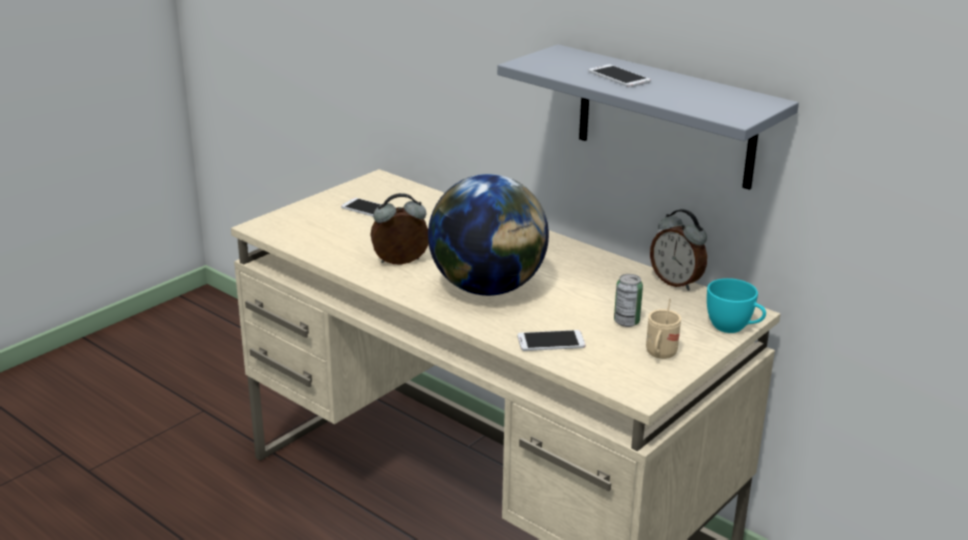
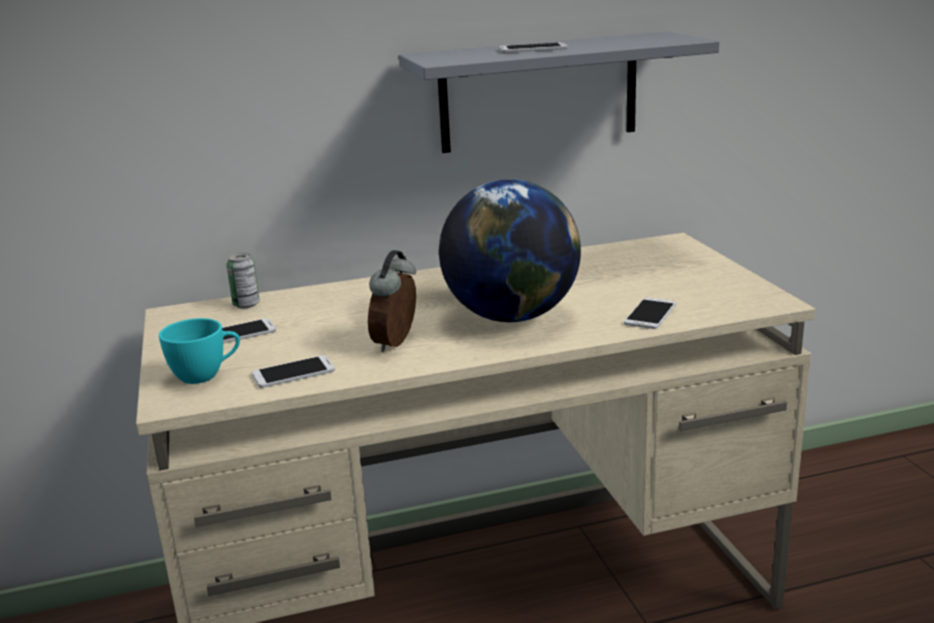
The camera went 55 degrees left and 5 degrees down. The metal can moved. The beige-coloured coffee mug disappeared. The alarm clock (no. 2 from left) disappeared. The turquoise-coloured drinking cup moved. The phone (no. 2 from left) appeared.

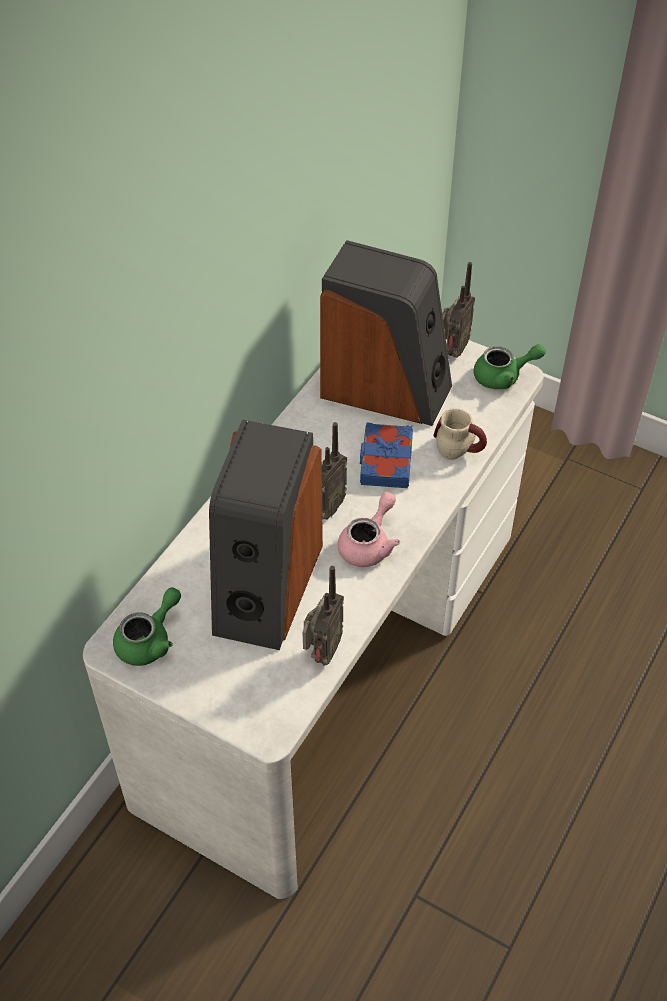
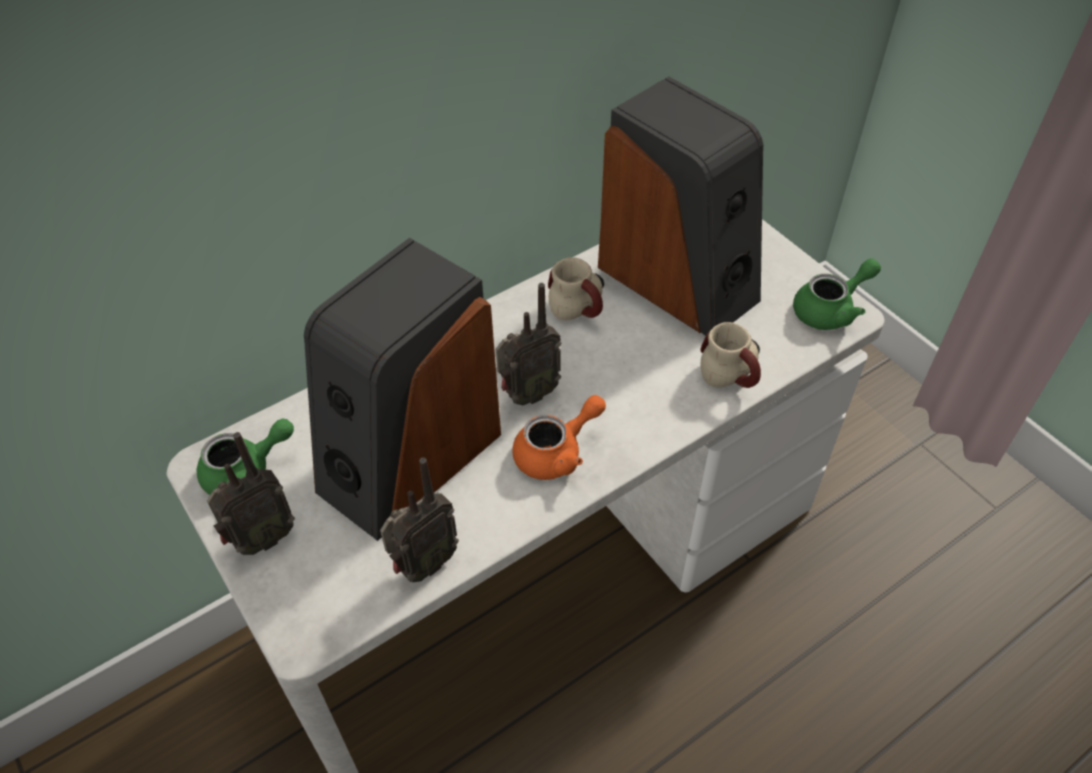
The camera went 25 degrees right and 0 degrees up. The pink tea pot became the orange tea pot. The bluish book disappeared. The radio (no. 3 from left in the first image) moved. The green tea pot (no. 2 from left) turned 45 degrees counterclockwise. The coffee mug (no. 1 from left) appeared.

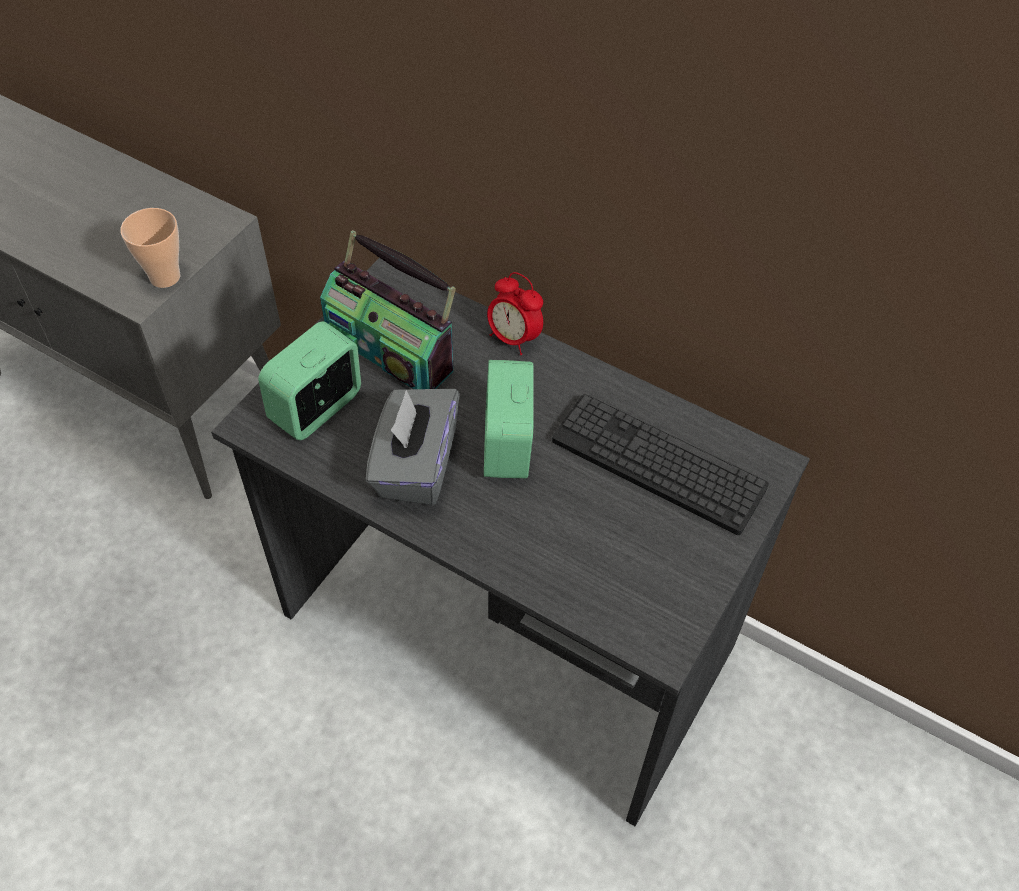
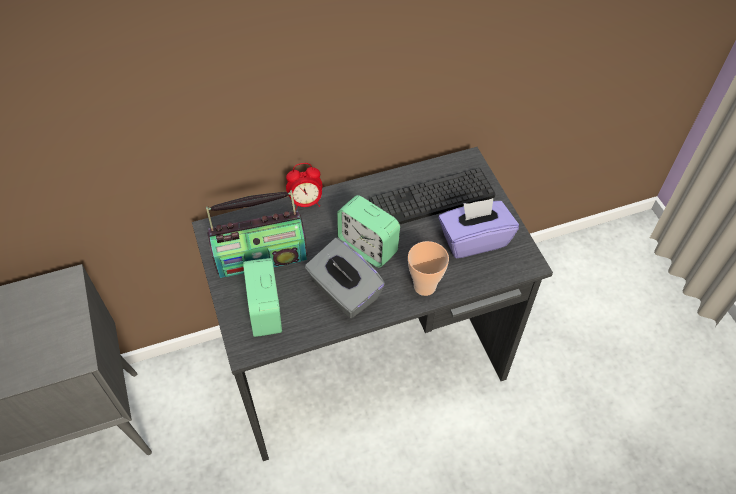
The camera went 50 degrees left and 0 degrees up. The drinking cup moved. The purple tissue holder appeared.

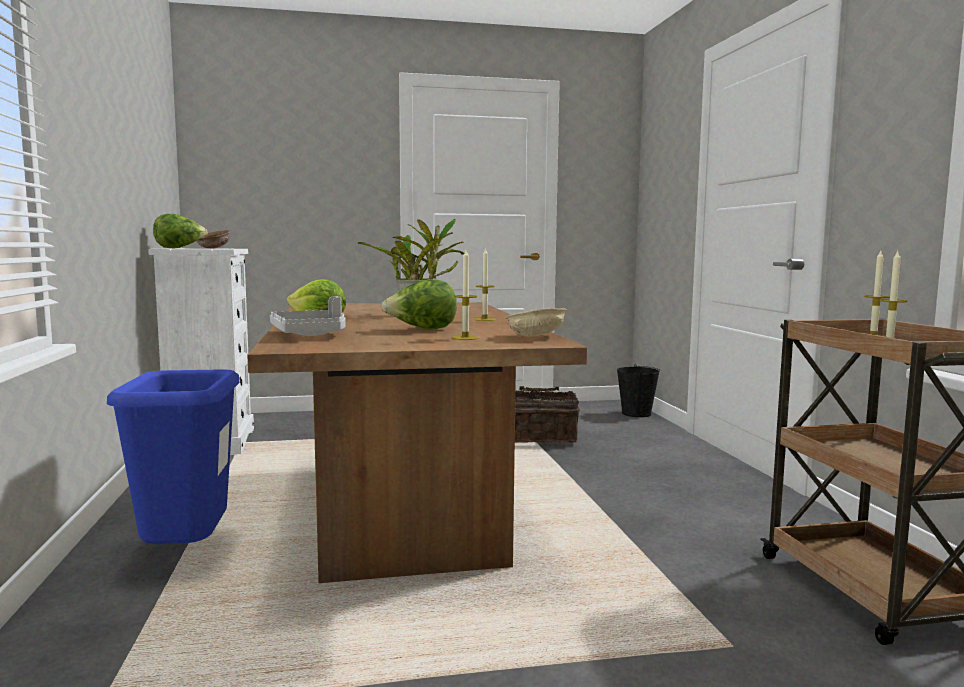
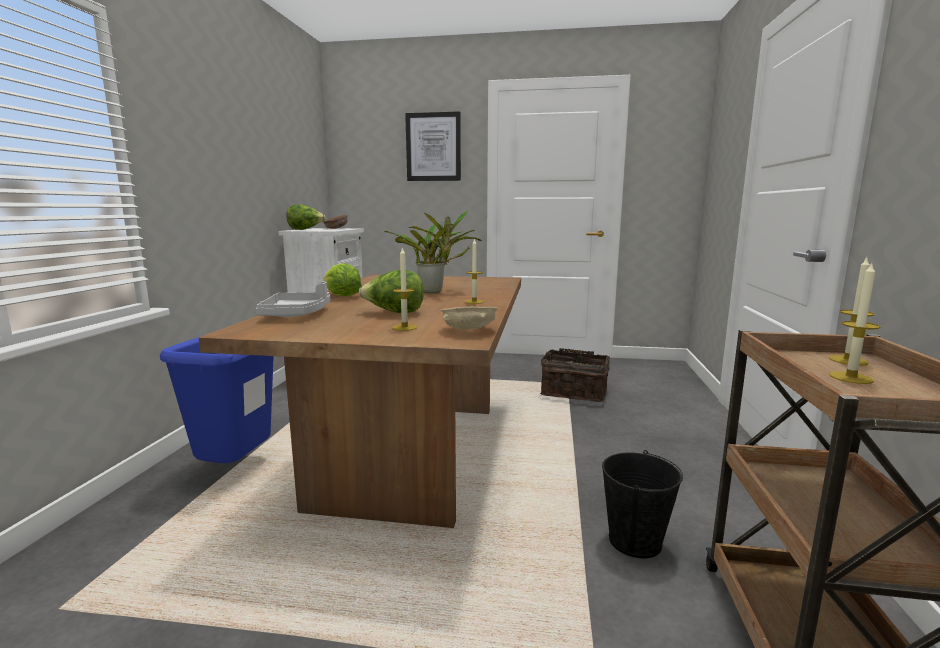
The camera went 20 degrees right and 5 degrees up. The black water bucket moved. The wall art appeared.

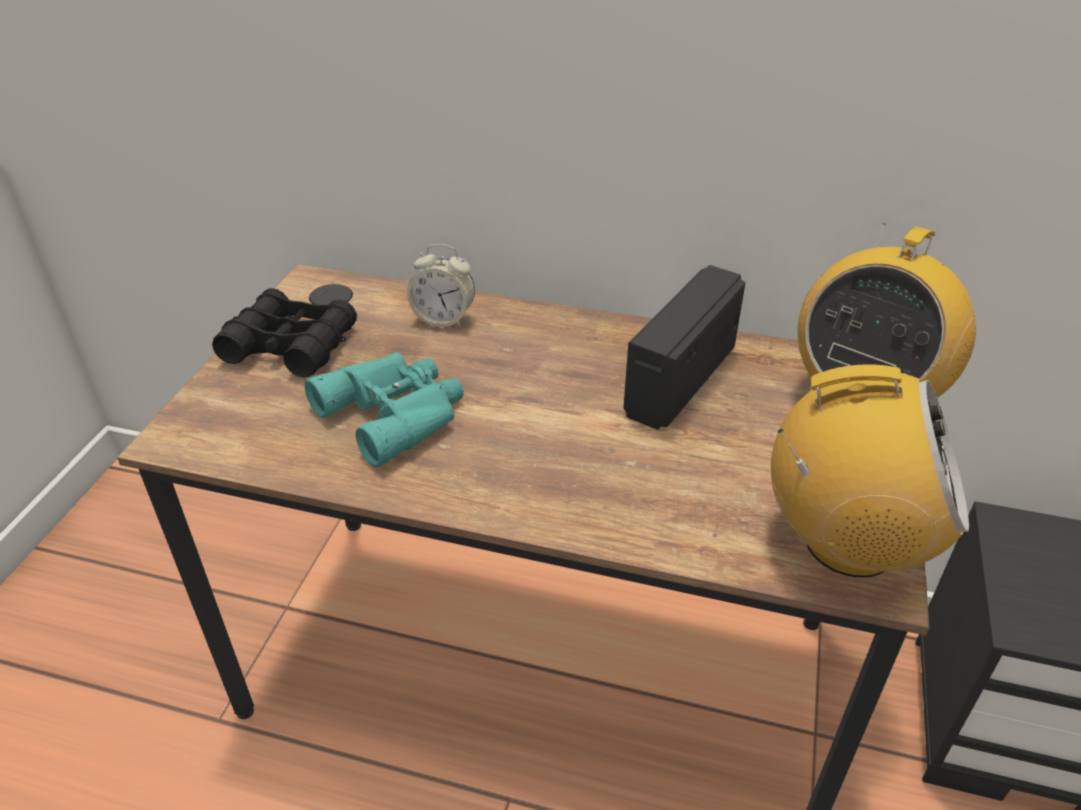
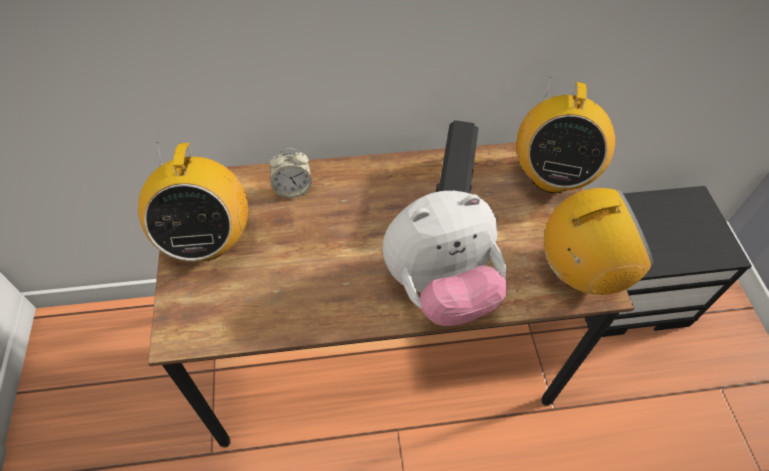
The camera went 25 degrees left and 15 degrees up. The black binoculars was replaced by the radio (no. 1 from left). The turquoise-coloured binoculars disappeared. The plush toy appeared.

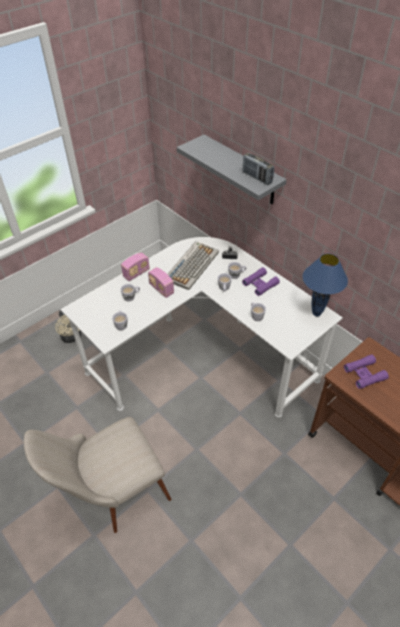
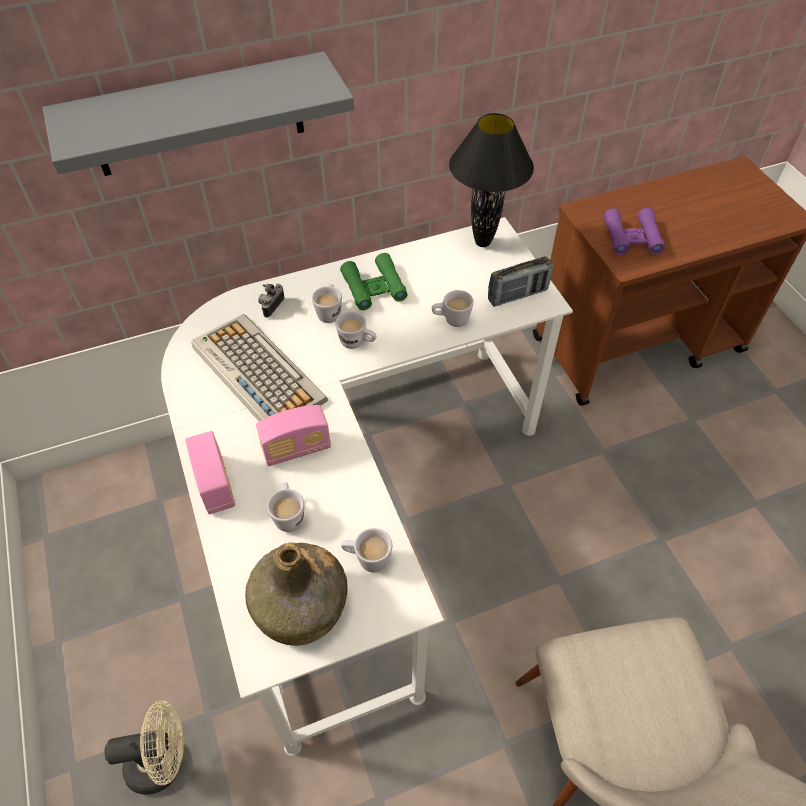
The camera went 70 degrees left and 5 degrees up. The purple binoculars (no. 1 from left) became the green binoculars. The radio (no. 3 from left) moved. The bluish lamp for a table became the black lamp for a table. The green beverage bottle appeared.

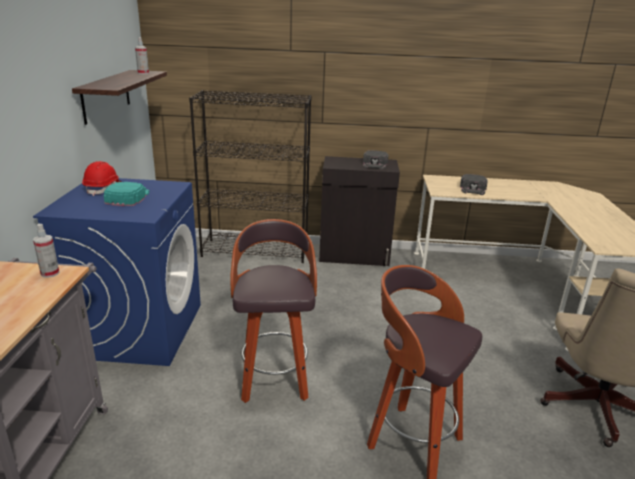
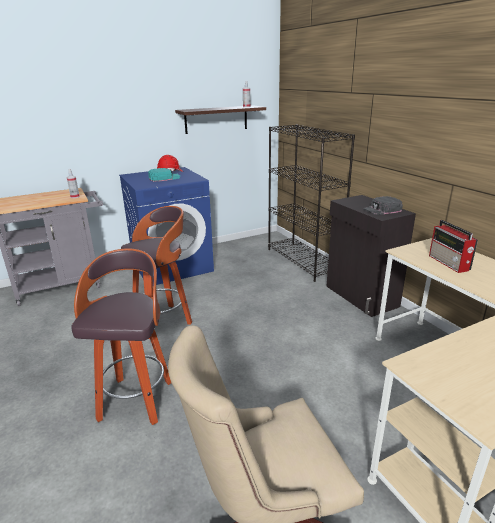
The camera went 60 degrees right and 0 degrees up. The black peaked cap (no. 2 from left) was replaced by the radio.

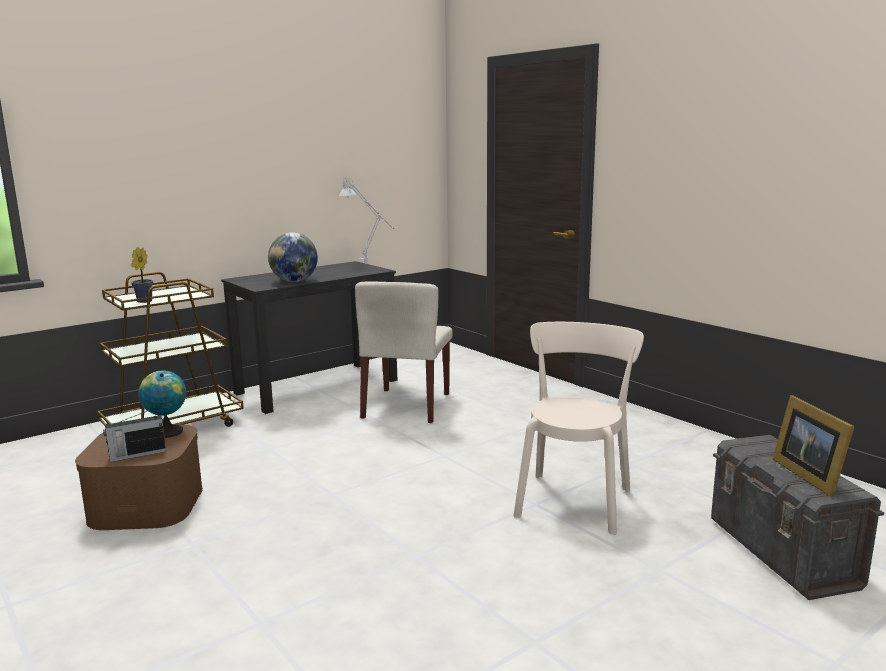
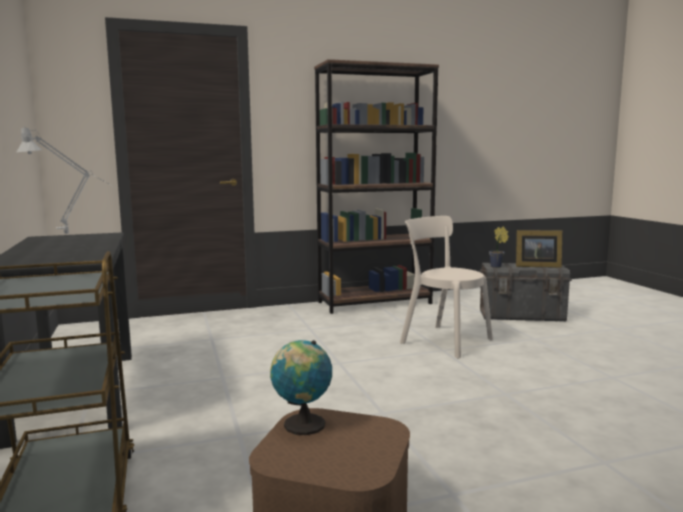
The camera went 70 degrees left and 5 degrees down. The radio disappeared. The houseplant moved. The world globe (no. 2 from left) disappeared. The beige-coloured chair (no. 1 from left) disappeared. The brownish shelving unit appeared.

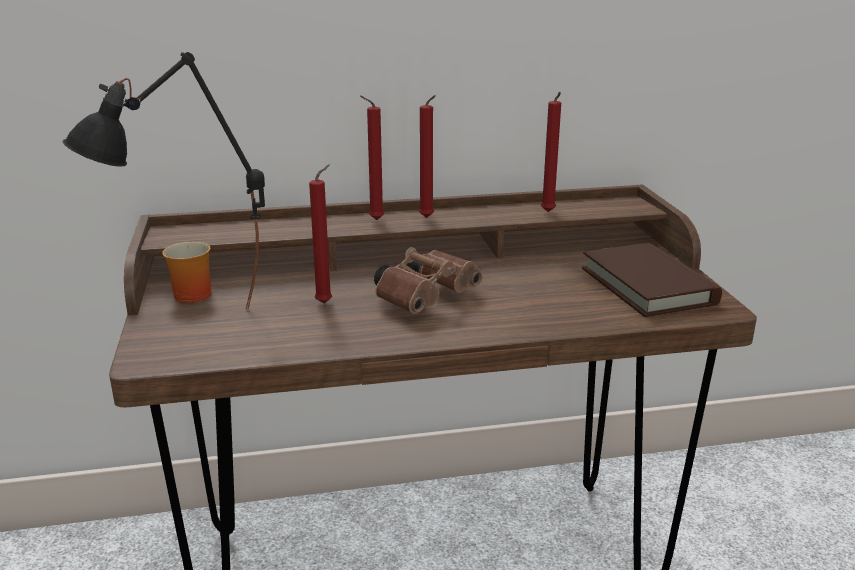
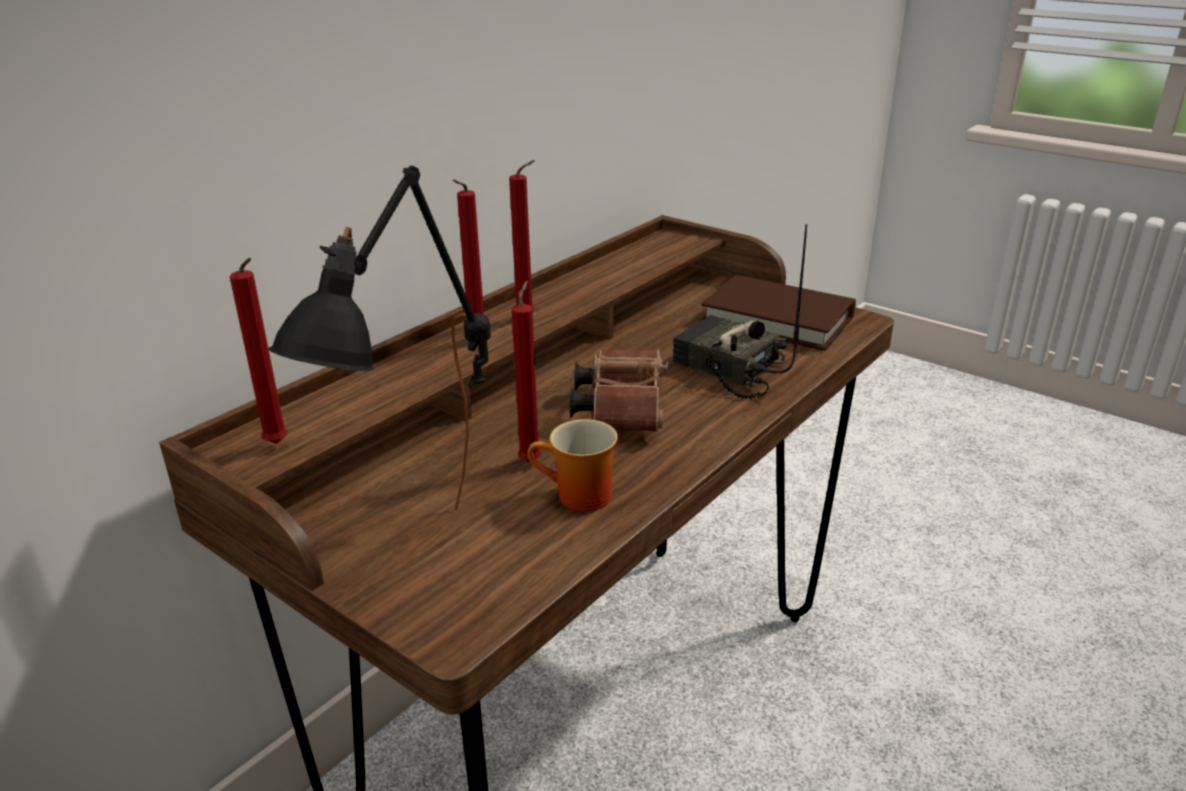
The camera went 40 degrees left and 5 degrees up. The coffee mug moved. The reddish candle (no. 4 from left in the first image) moved. The radio appeared.

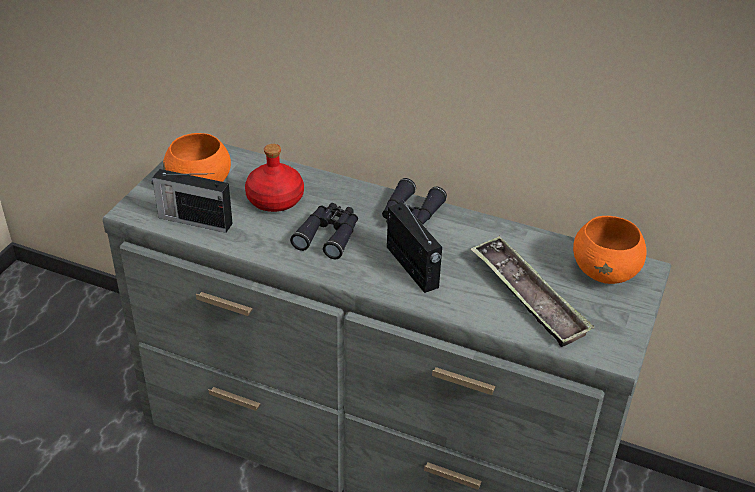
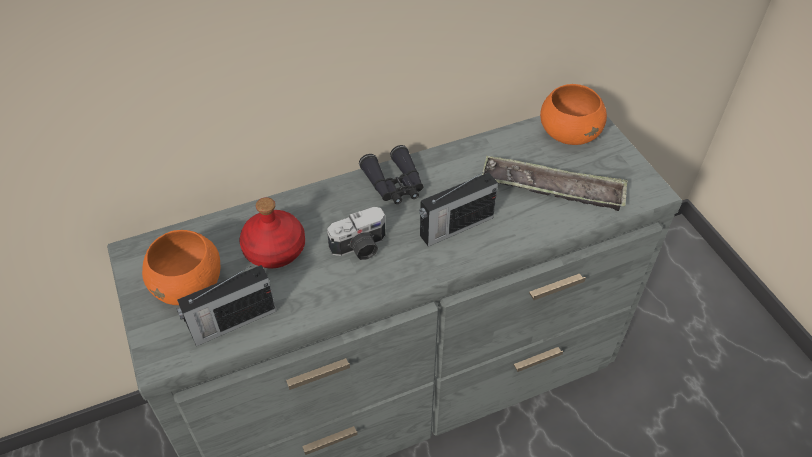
The camera went 45 degrees left and 10 degrees up. The black binoculars (no. 1 from left) was replaced by the photo camera. The radio (no. 2 from left) turned 135 degrees clockwise.

